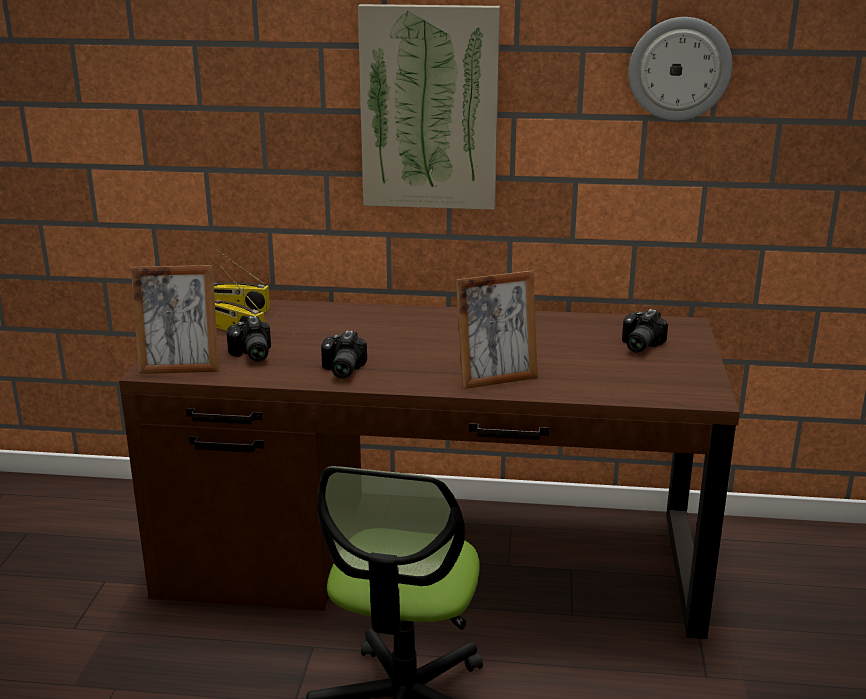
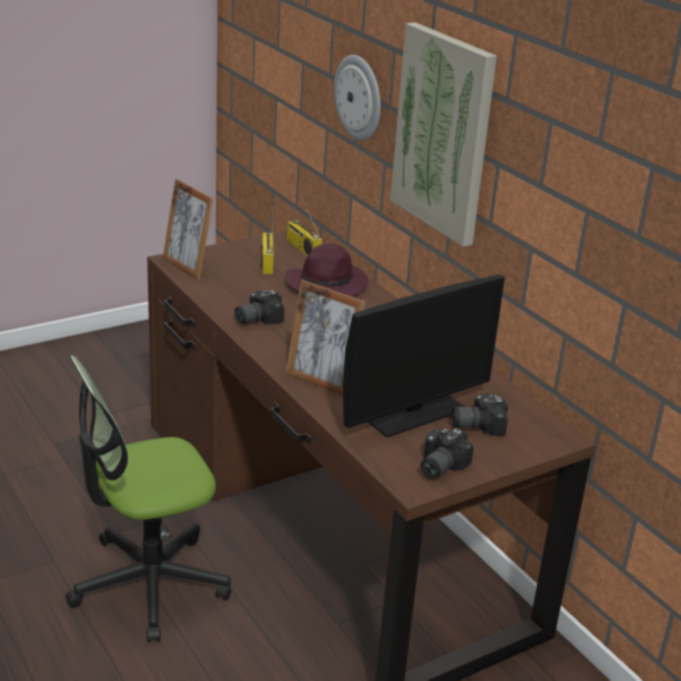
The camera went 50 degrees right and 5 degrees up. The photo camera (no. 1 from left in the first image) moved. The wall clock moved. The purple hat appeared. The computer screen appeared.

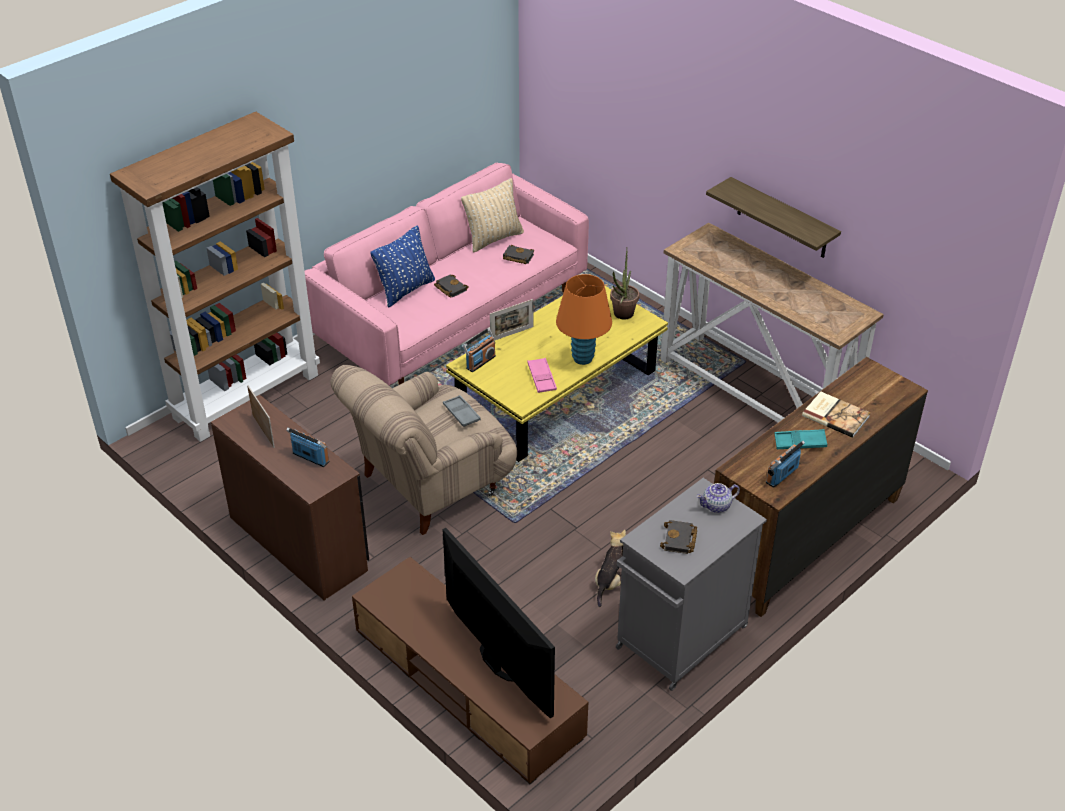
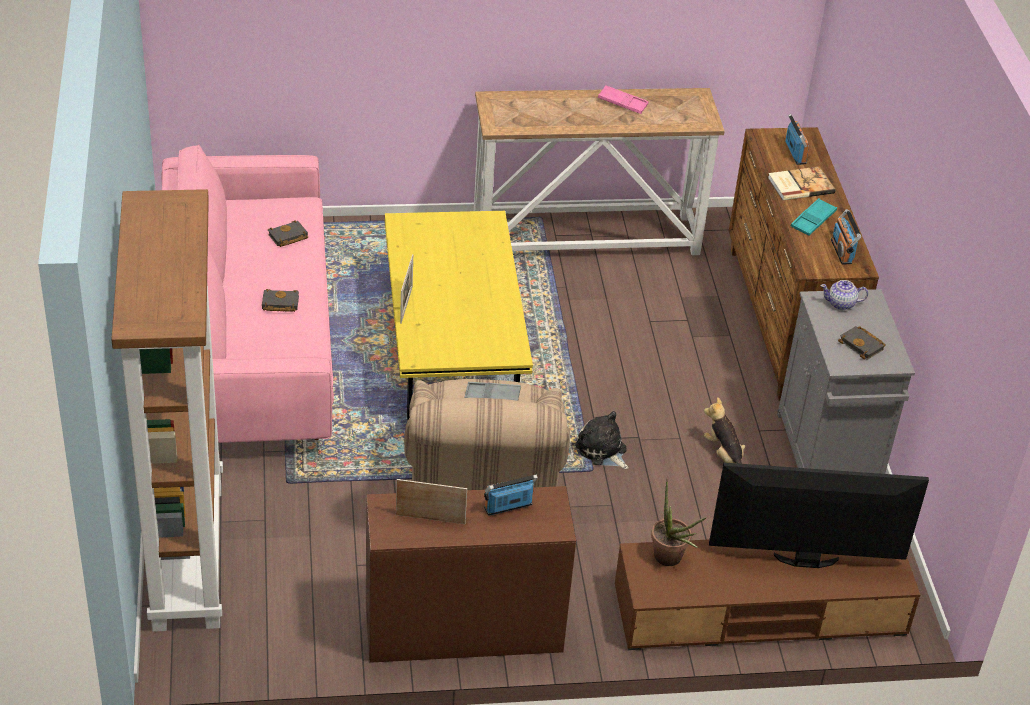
The camera went 55 degrees left and 0 degrees up. The bluish cushion disappeared. The beige-coloured cushion disappeared. The radio (no. 2 from left) moved. The pink tray moved. The orange lamp for a table disappeared. The houseplant moved. The tea pot turned 75 degrees clockwise. The bracket shelf disappeared. The plush toy (no. 1 from left) appeared.

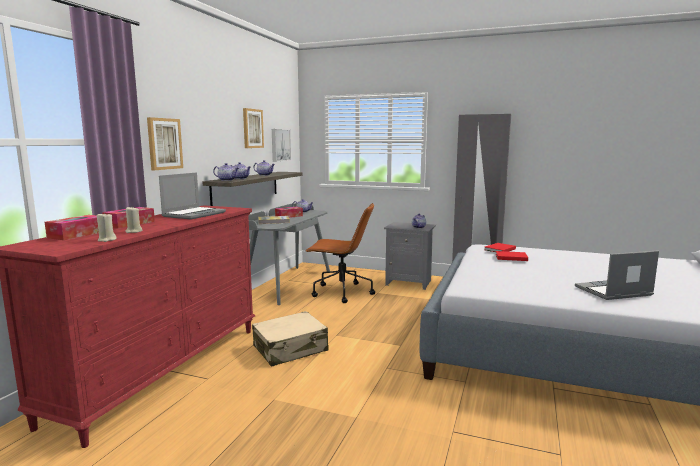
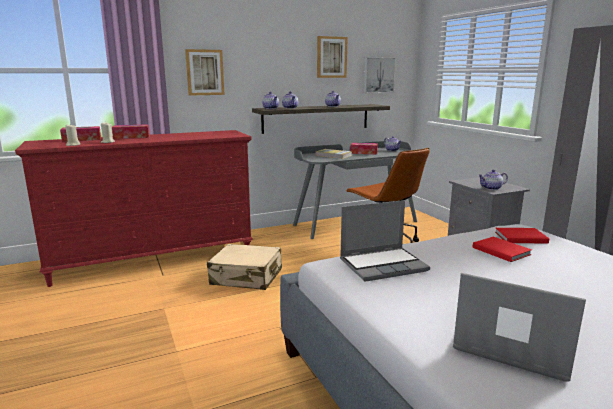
The camera went 45 degrees right and 5 degrees up. The portable computer (no. 1 from left) moved.

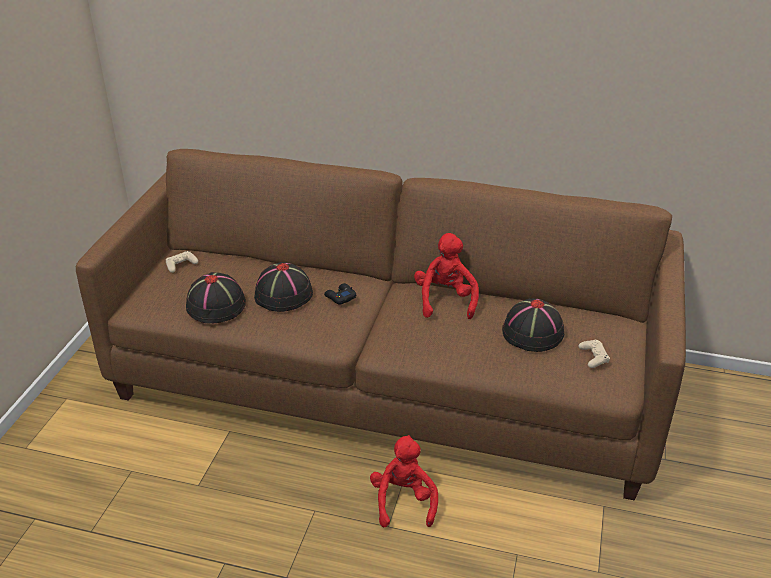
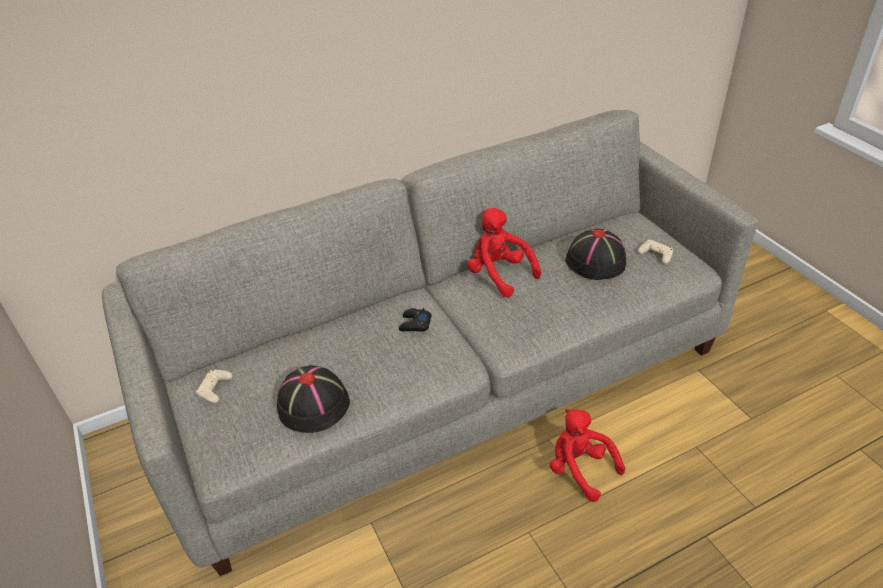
The camera went 40 degrees left and 5 degrees up. The brownish settee became the gray settee. The black hat (no. 2 from left) disappeared.

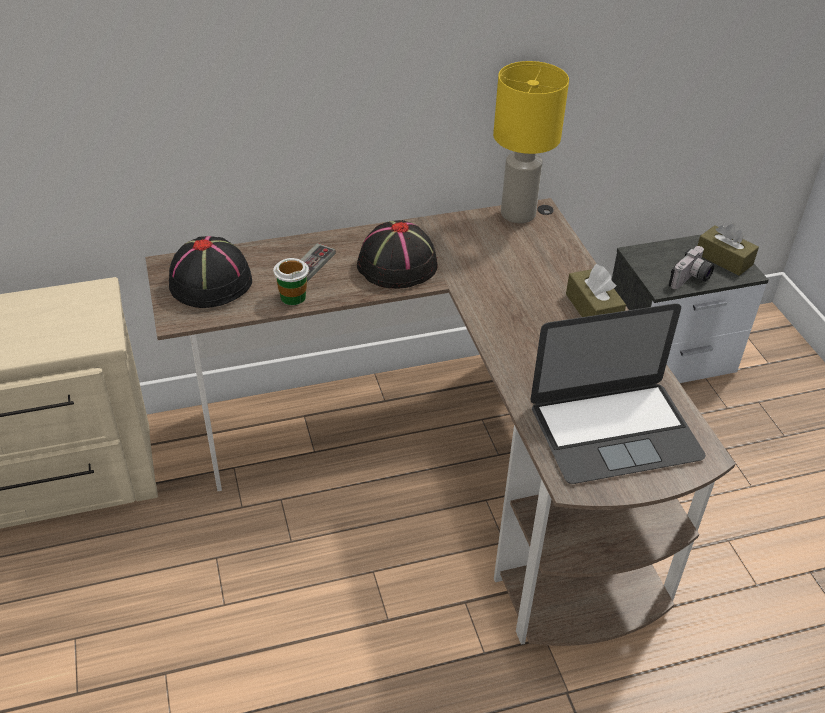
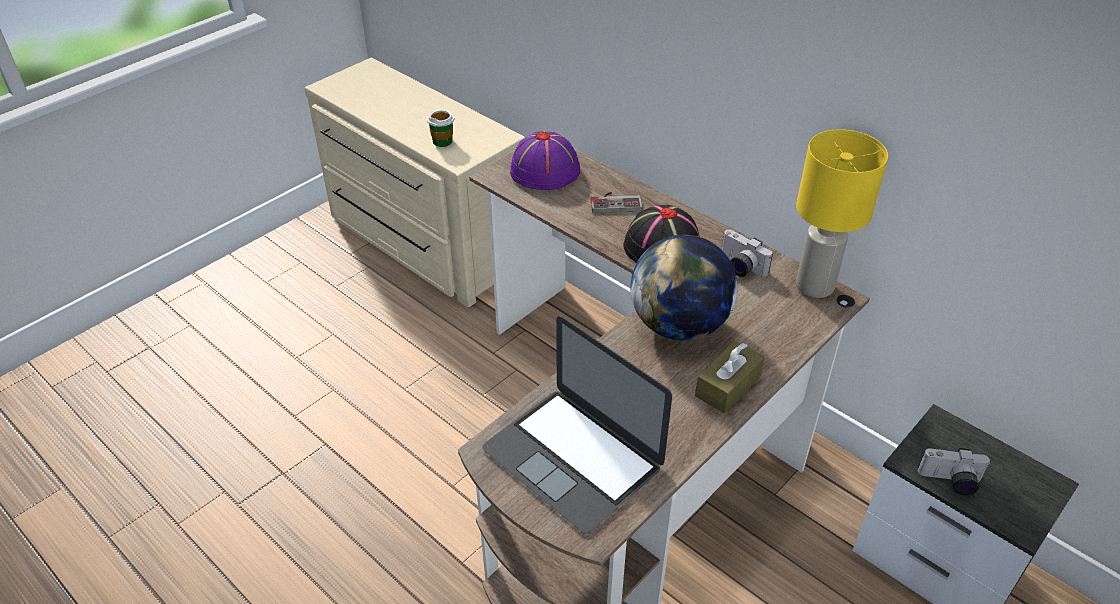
The camera went 60 degrees right and 0 degrees up. The black hat (no. 1 from left) became the purple hat. The drinking cup moved. The brownish tissue holder (no. 2 from left) disappeared. The world globe appeared. The photo camera (no. 1 from left) appeared.

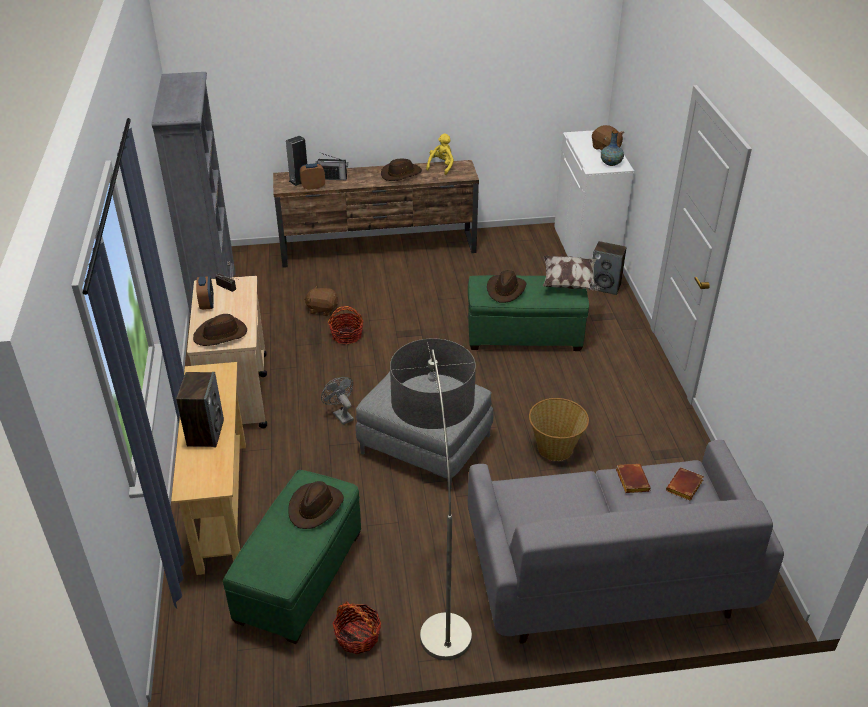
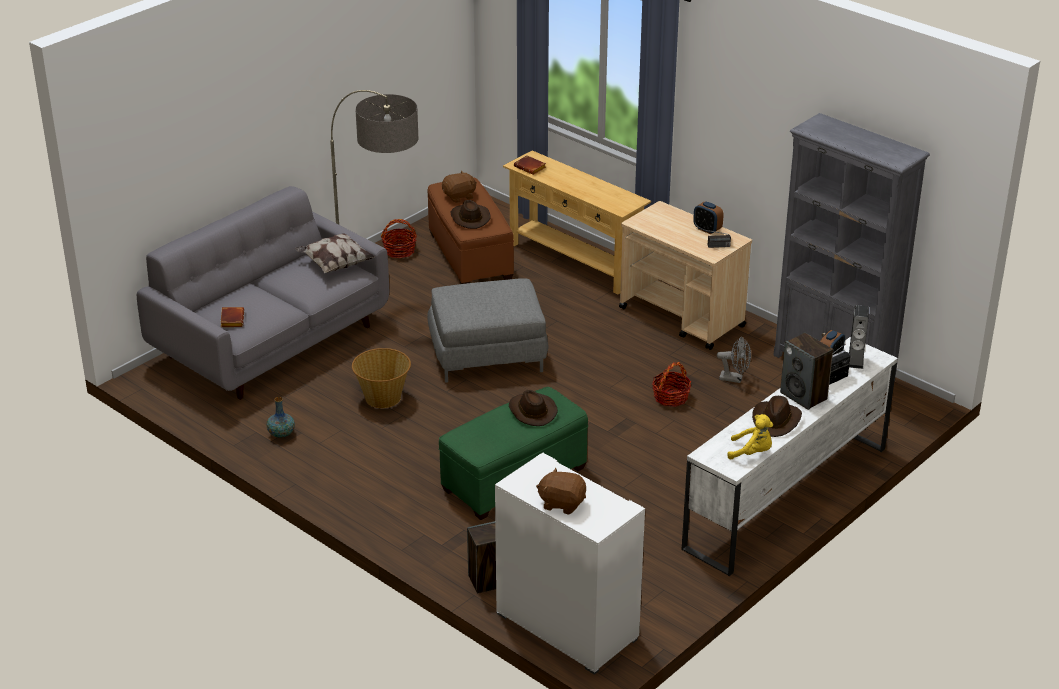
The camera went 140 degrees right and 5 degrees down. The loudspeaker (no. 1 from left in the first image) moved. The brownish hat (no. 1 from left) disappeared. The green footrest (no. 1 from left) became the brownish footrest. The brownish tv stand became the white-coloured tv stand. The brownish plush toy (no. 1 from left) moved. The gray electric fan moved. The yellowish plush toy turned 60 degrees counterclockwise. The cushion moved. The flower vase moved. The brownish book (no. 1 from left in the first image) moved.

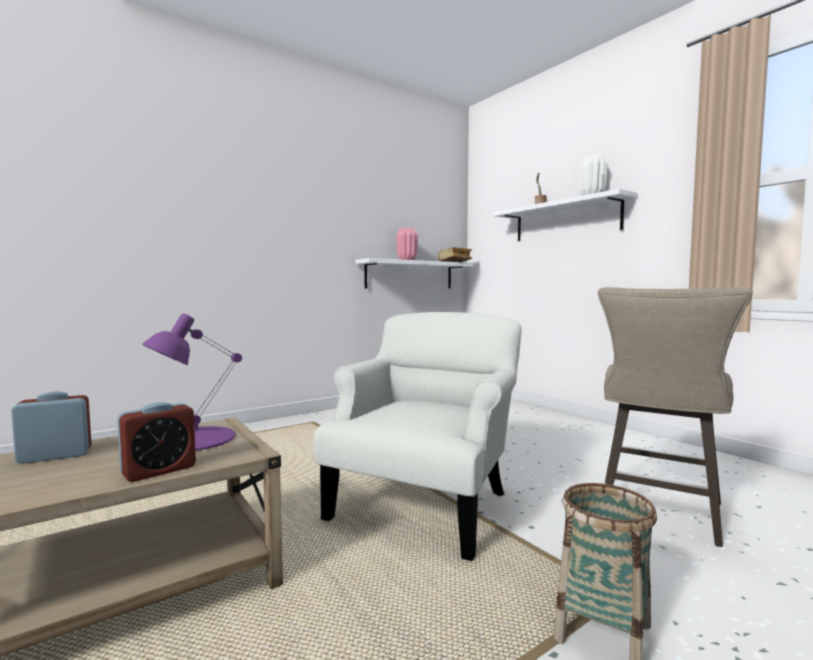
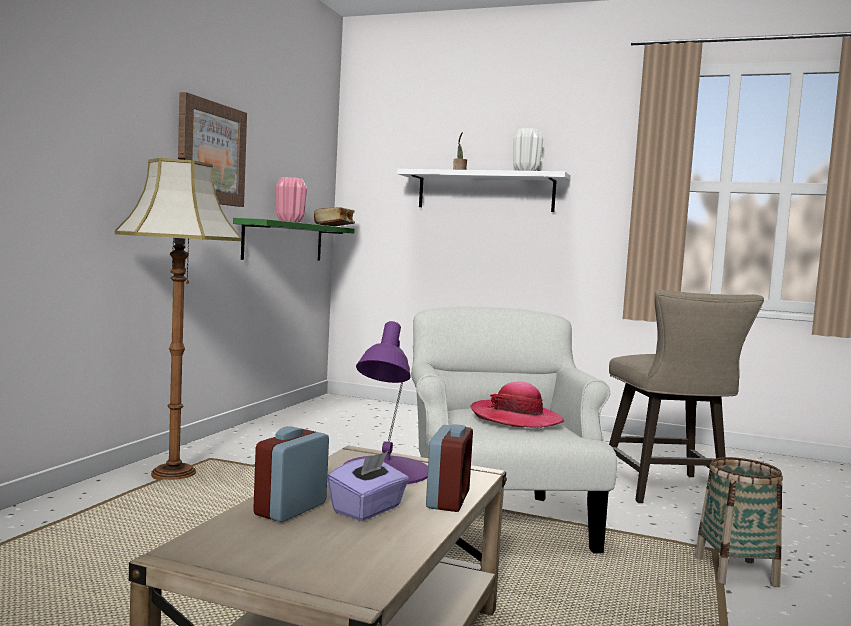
The camera went 35 degrees left and 0 degrees up. The white-coloured bracket shelf (no. 1 from left) became the green bracket shelf. The standing lamp appeared. The wall art appeared. The purple tissue holder appeared. The hat appeared.

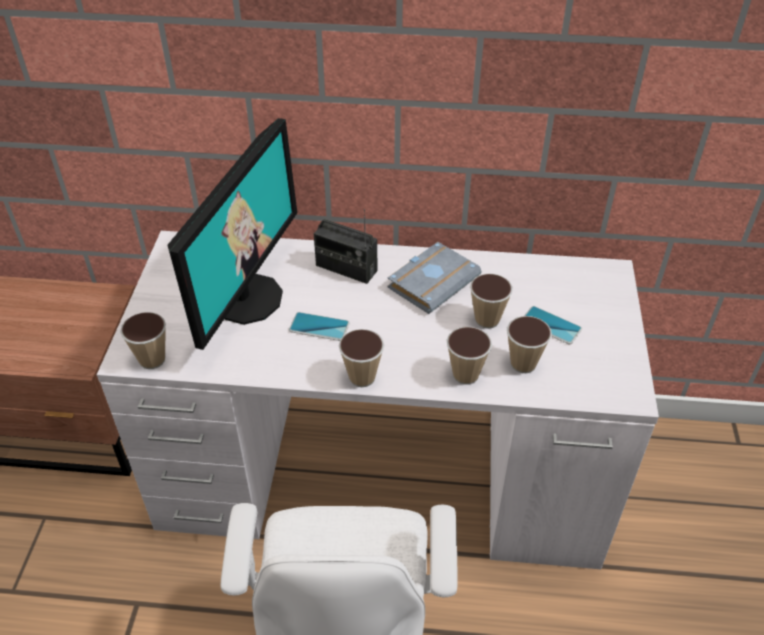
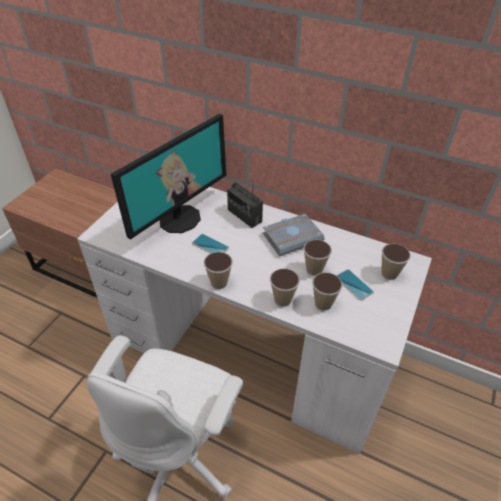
The camera went 20 degrees right and 0 degrees up. The drinking cup (no. 1 from left in the first image) moved.

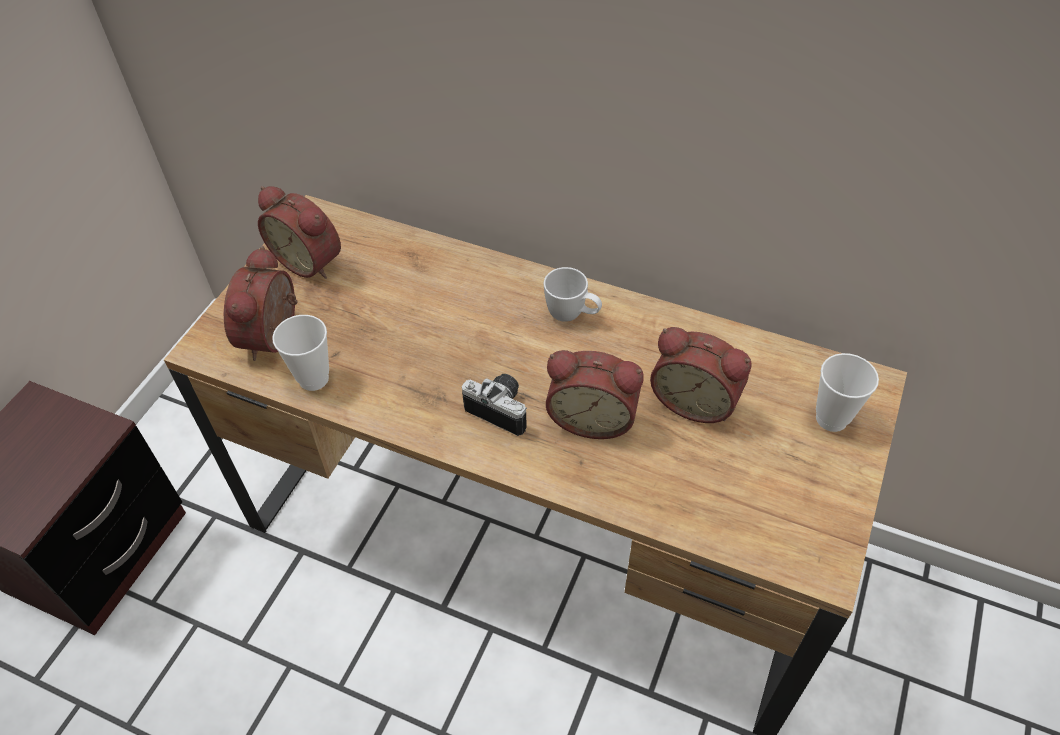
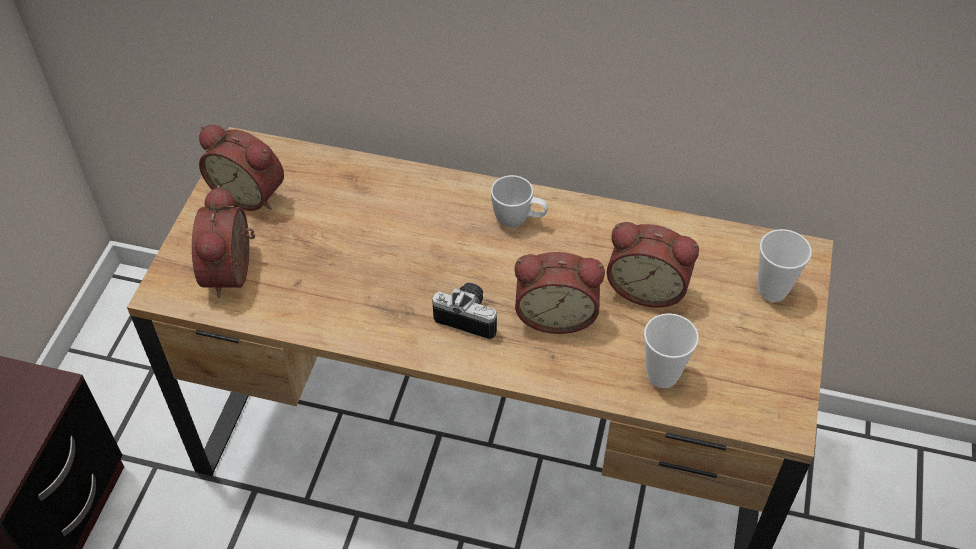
The camera went 10 degrees left and 0 degrees up. The drinking cup (no. 1 from left) moved.

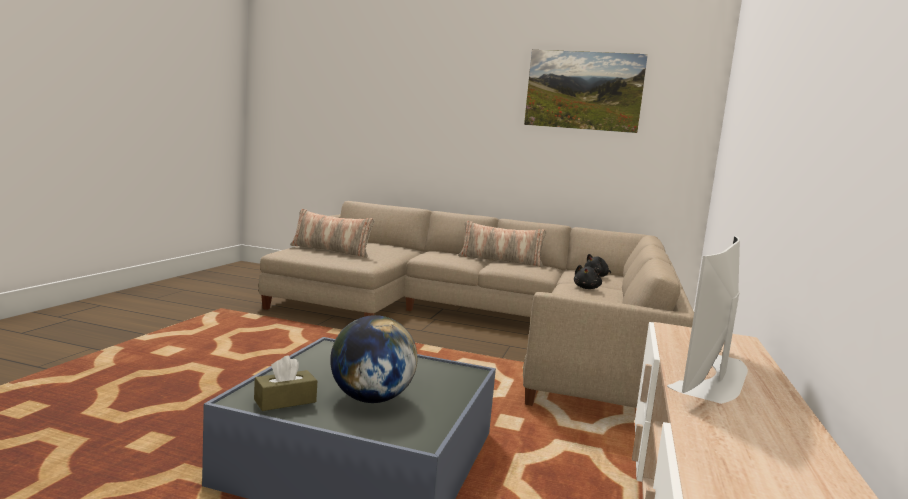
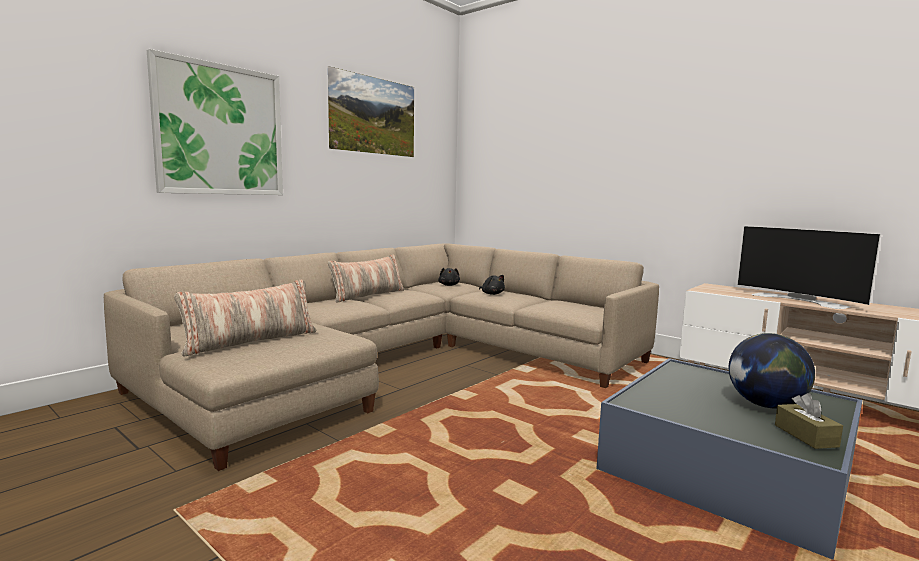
The camera went 65 degrees left and 0 degrees up. The wall art (no. 1 from left) appeared.

